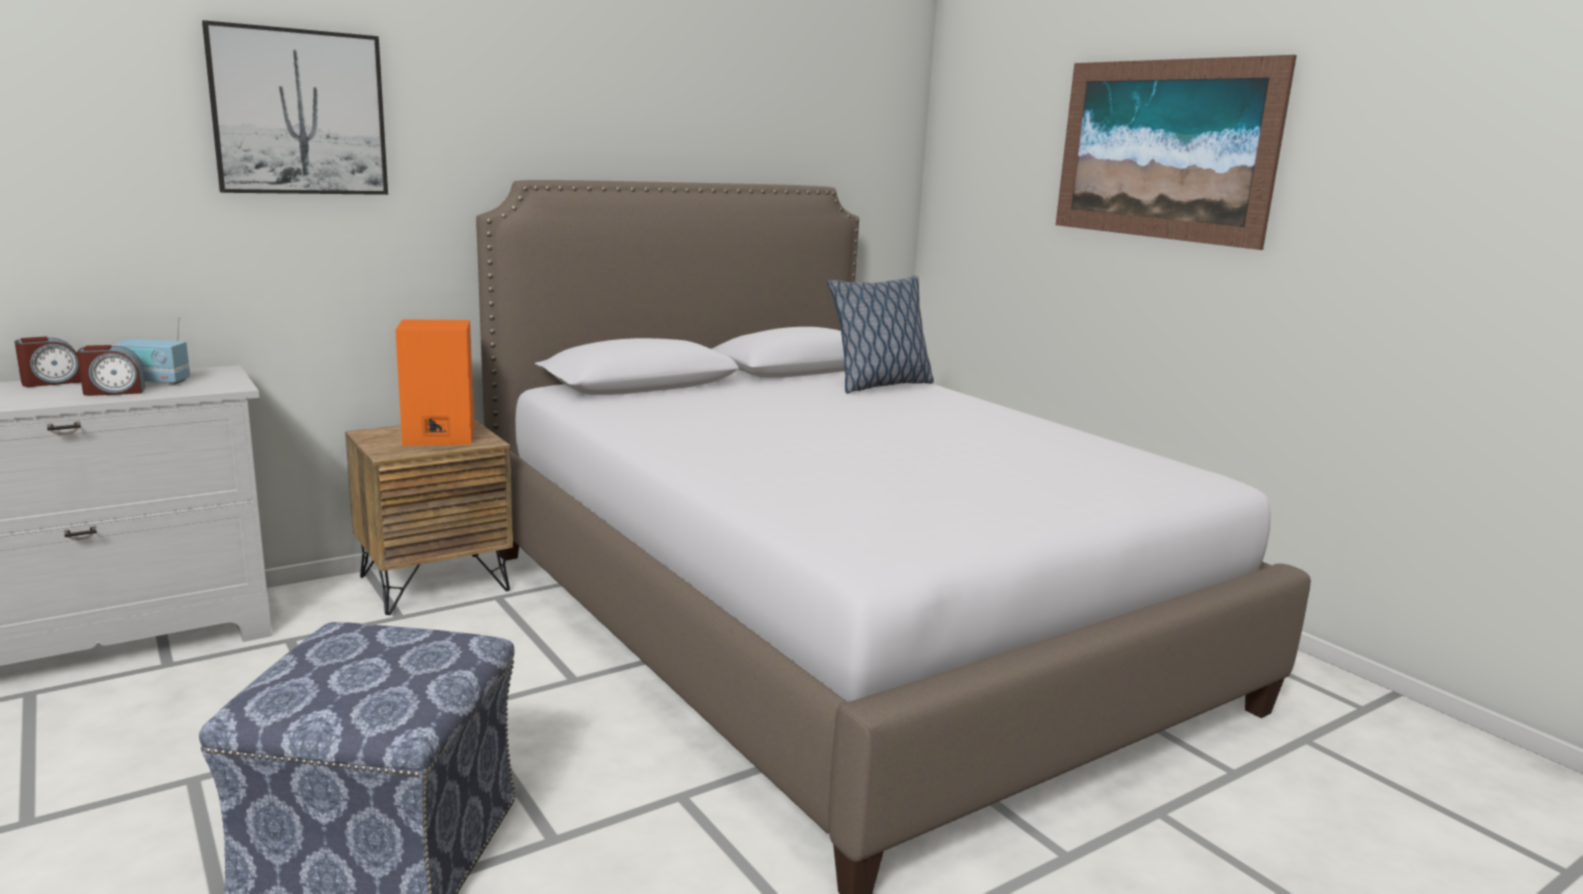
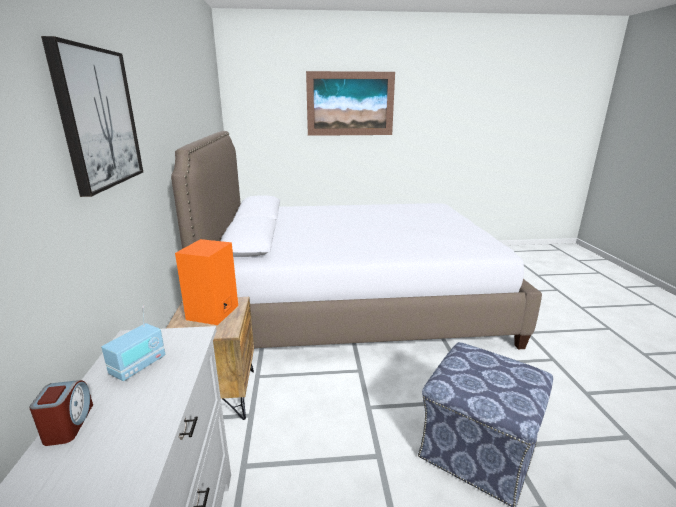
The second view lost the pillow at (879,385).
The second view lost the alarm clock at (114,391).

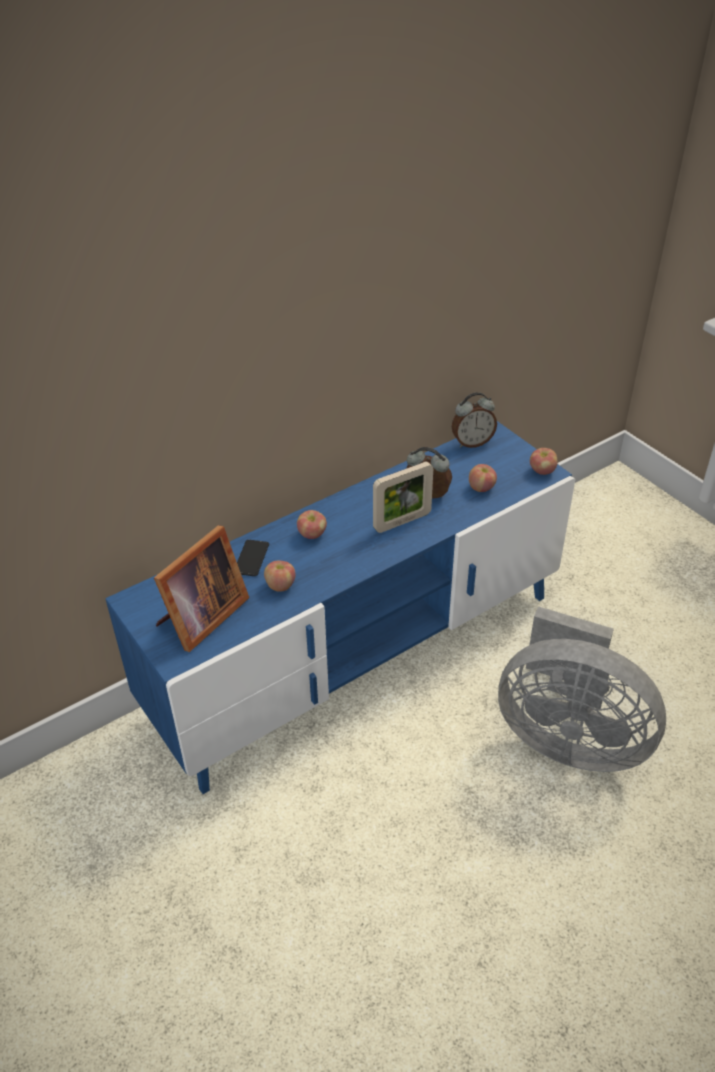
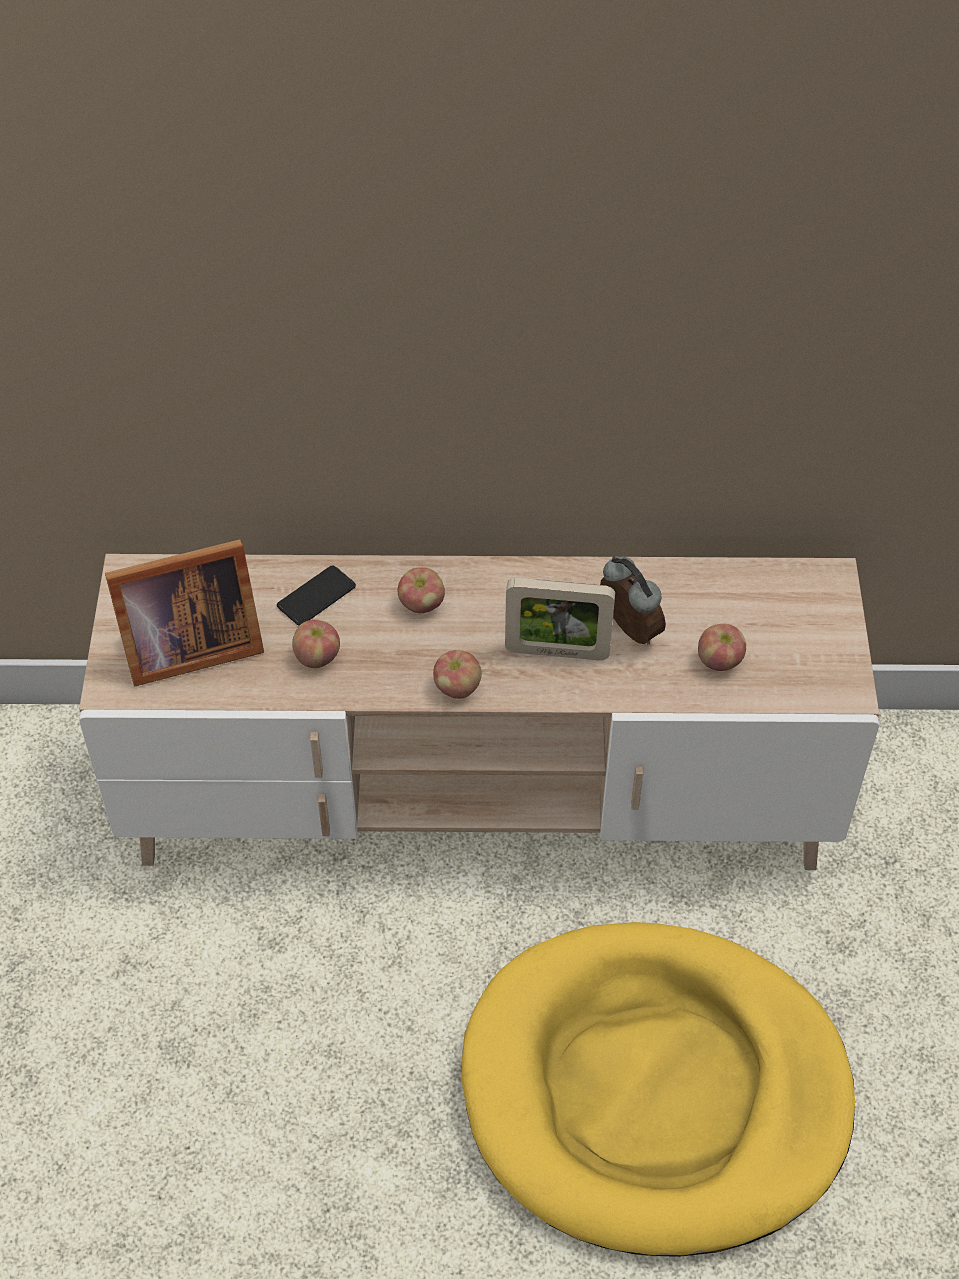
The second view lost the alarm clock at (472,442).
What was the blue-coloured tv stand at (358,655) turned into the sand-coloured tv stand at (479,797).
The apple ended up elsewhere, having gone from (542,471) to (457,688).
Where the gray fan stood at (568,737), the yellow-coloured dog cushion came to stand at (654,1092).

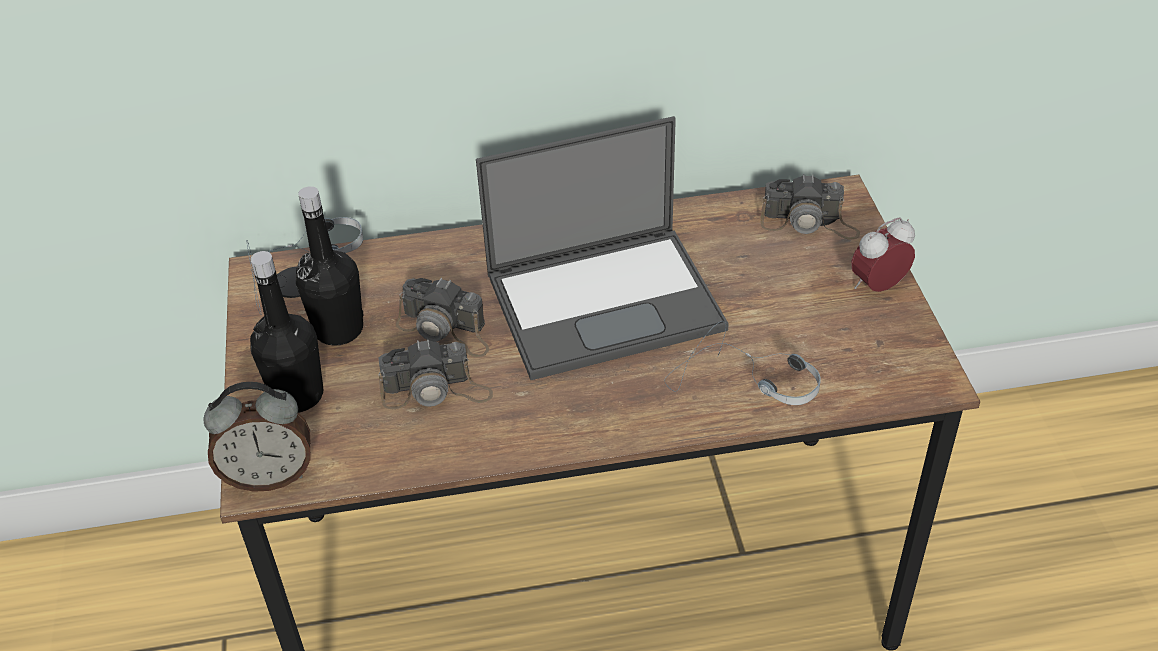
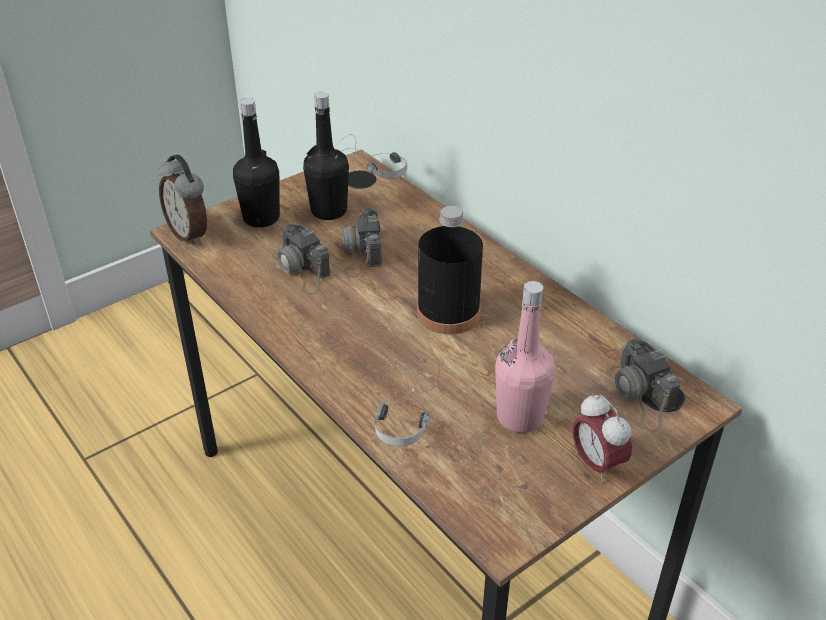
Where the laptop stood at (607,300), the black bottle came to stand at (448,313).
The alarm clock at (878,286) ended up facing another way, 150 degrees counterclockwise from before.
The second view gained the pink-coloured bottle at (520,417).

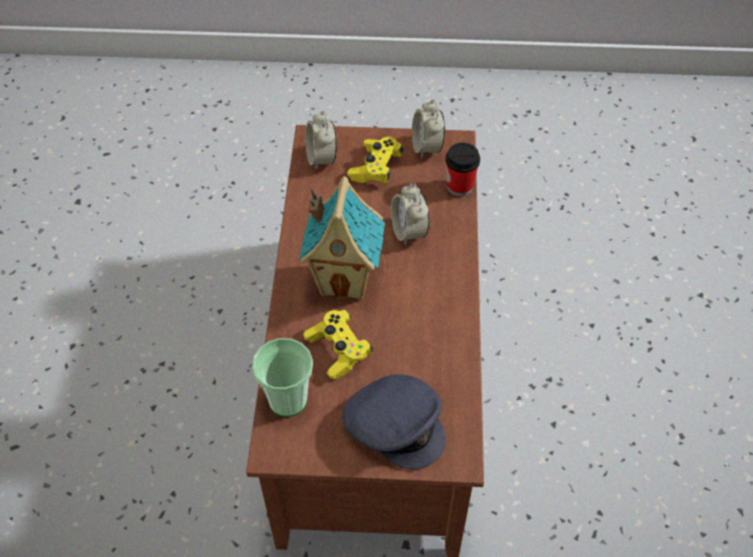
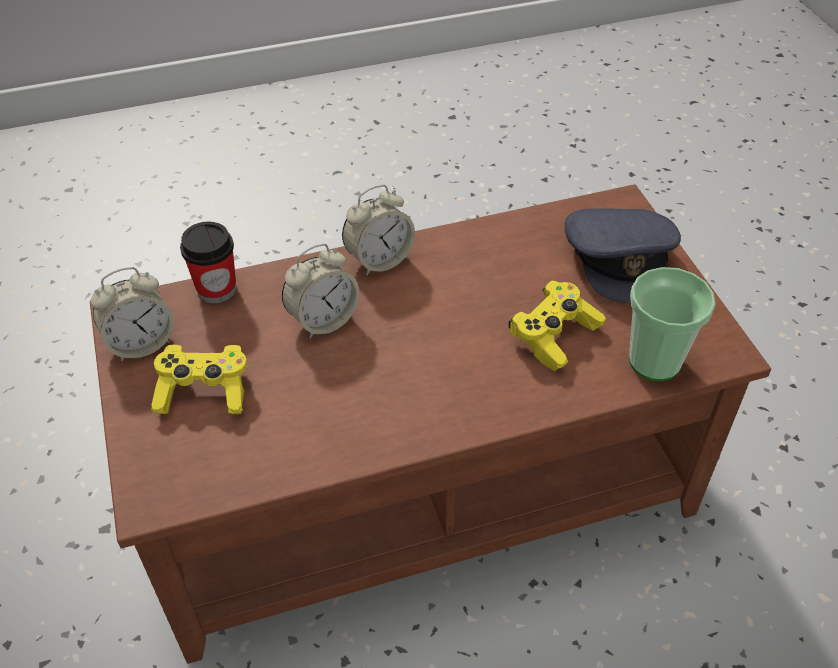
The alarm clock ended up elsewhere, having gone from (321,159) to (379,260).
The second view lost the toy house at (345,280).
The gray peaked cap at (395,425) ended up facing another way, 150 degrees clockwise from before.

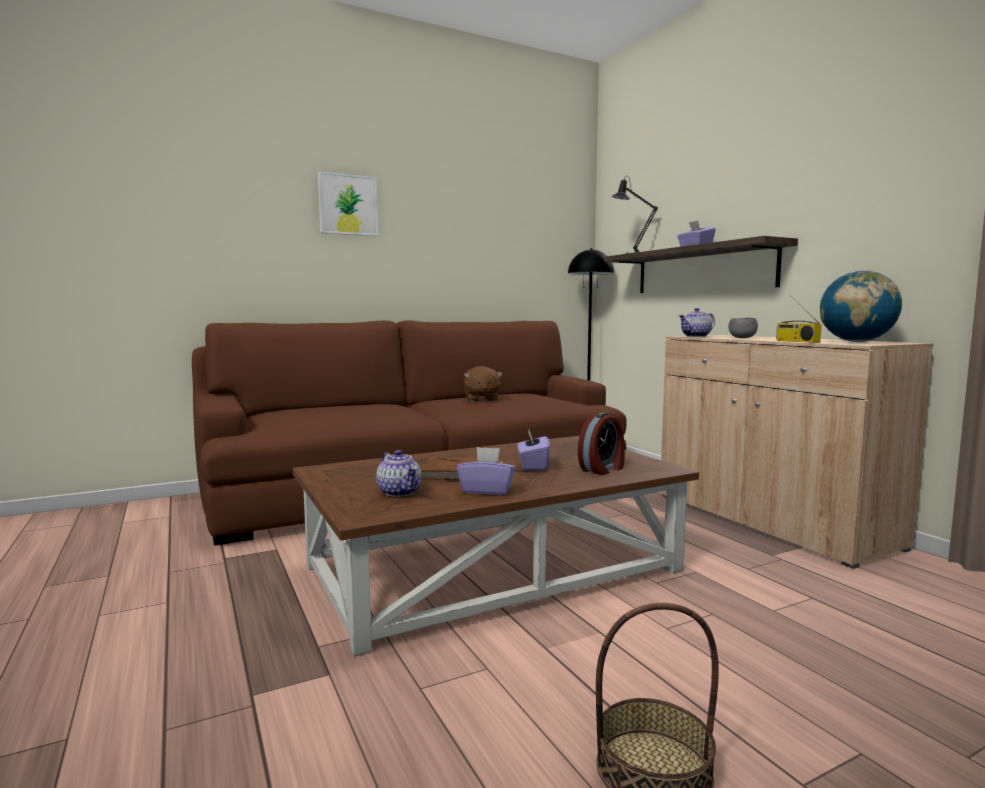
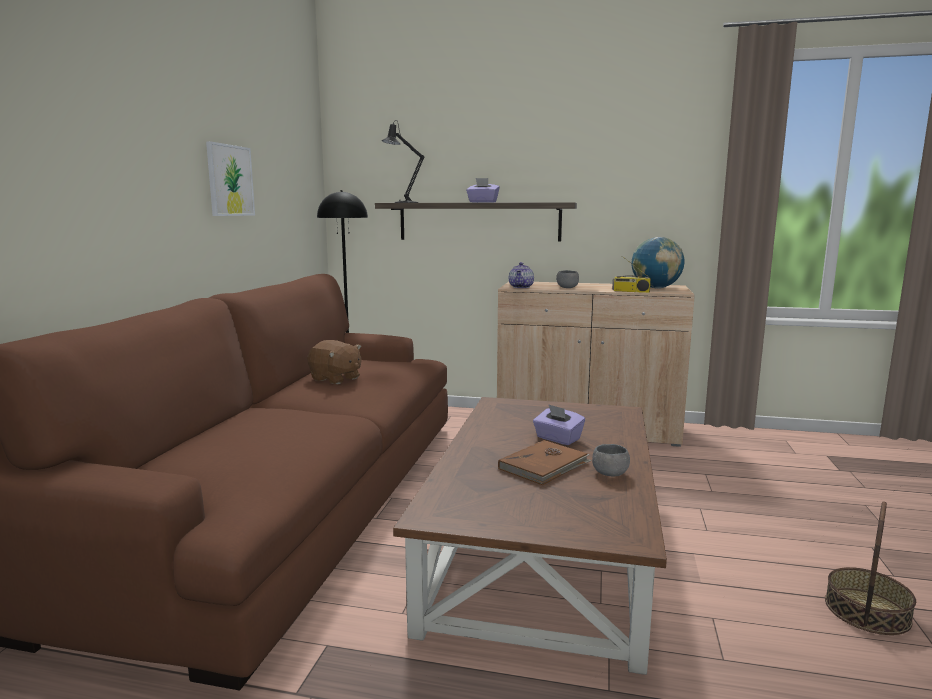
The picture ended up elsewhere, having gone from (348,205) to (230,180).
The second view lost the alarm clock at (603,469).
Where the purple-coloured tissue box stood at (487,490), the gray serving bowl came to stand at (610,473).
The second view lost the teapot at (400,492).

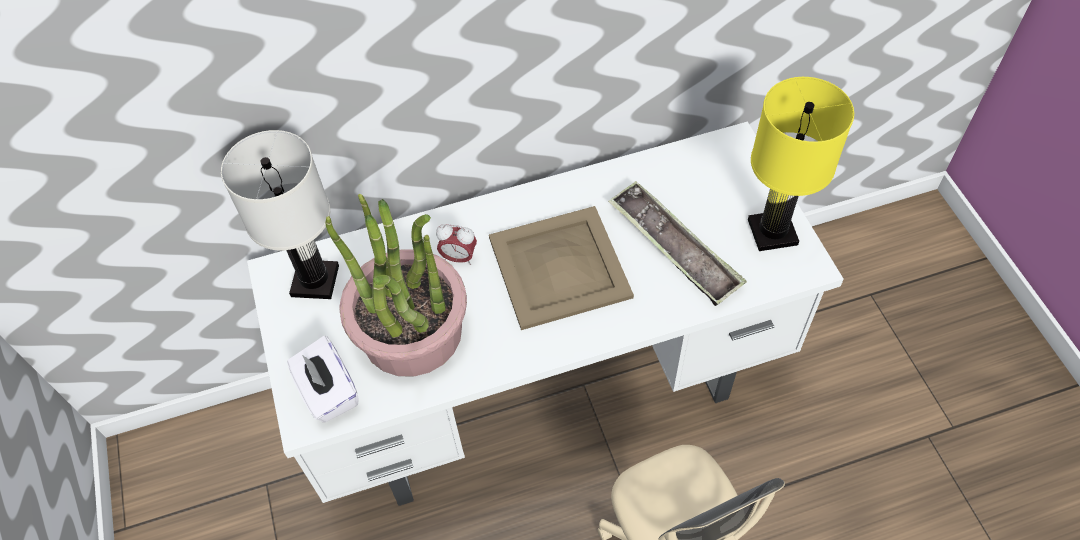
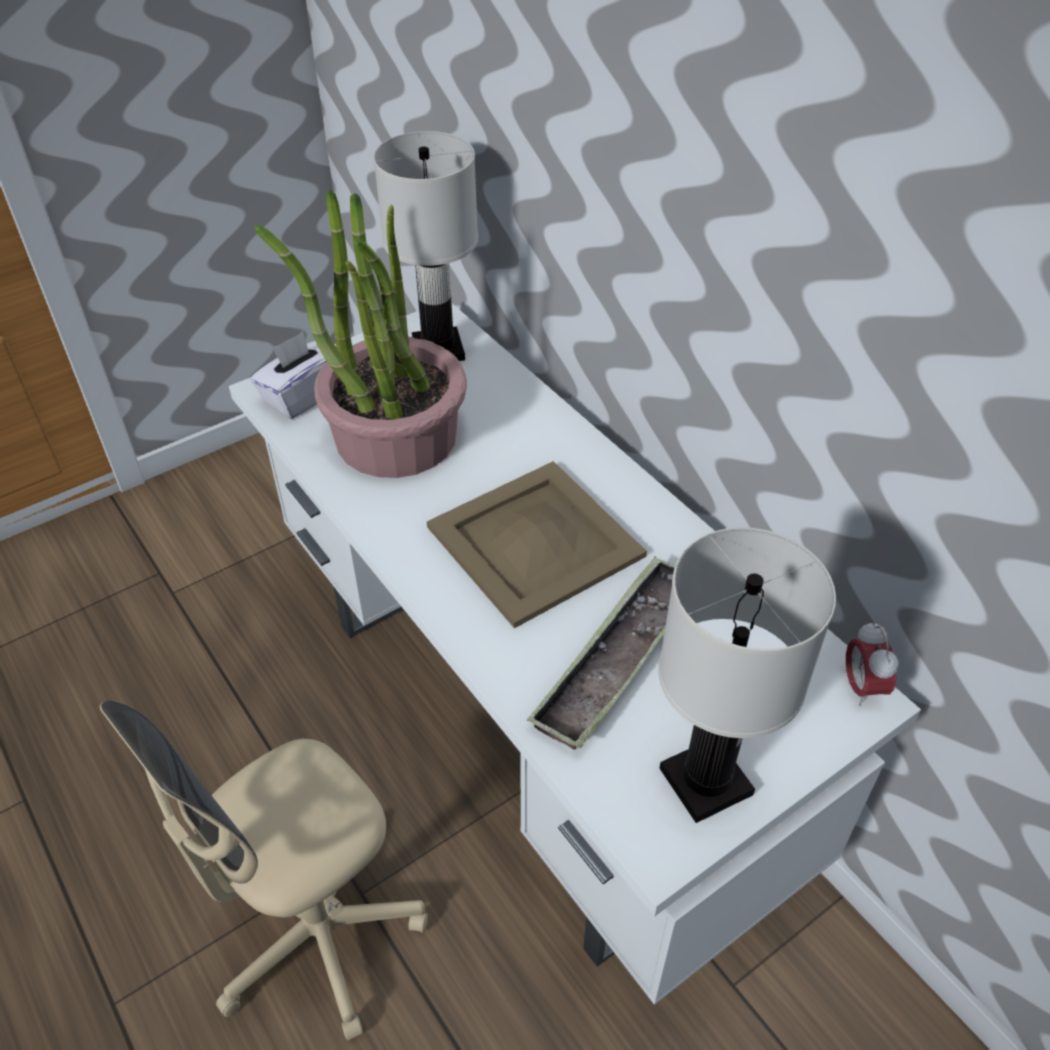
What was the yellow-coloured tabletop lamp at (773,232) turned into the white tabletop lamp at (705,783).
The alarm clock ended up elsewhere, having gone from (459,257) to (861,687).

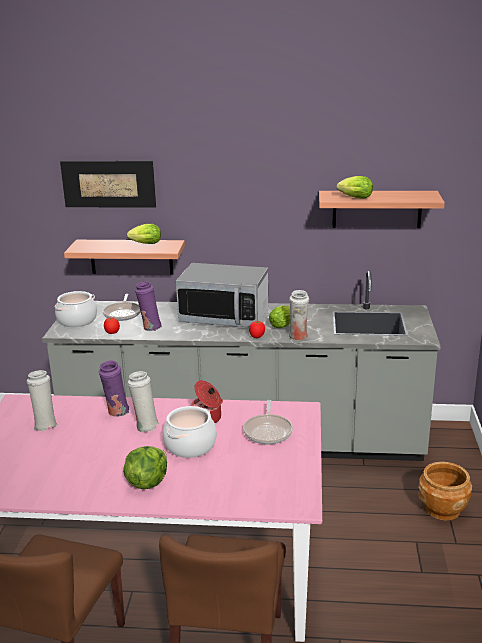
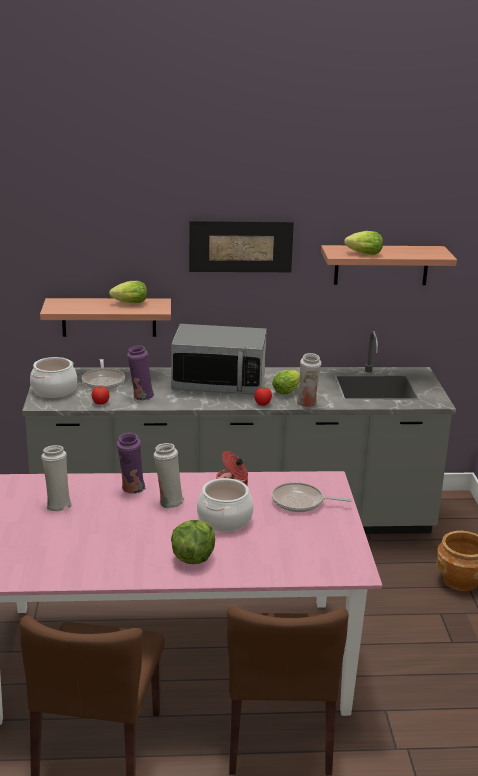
The picture ended up elsewhere, having gone from (108,184) to (240,246).
The pan at (268,431) ended up facing another way, 105 degrees clockwise from before.

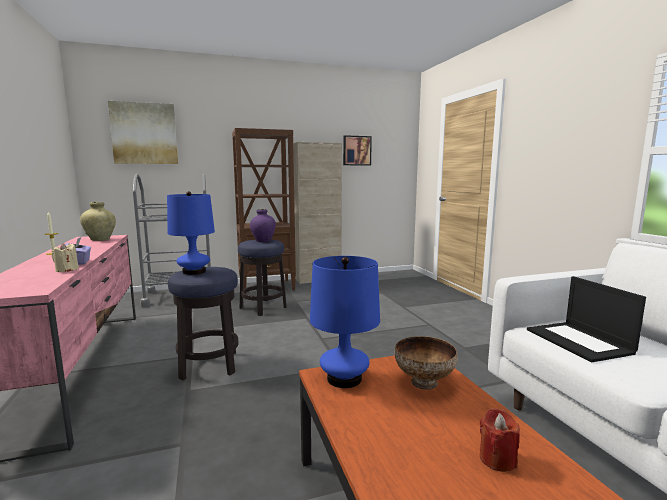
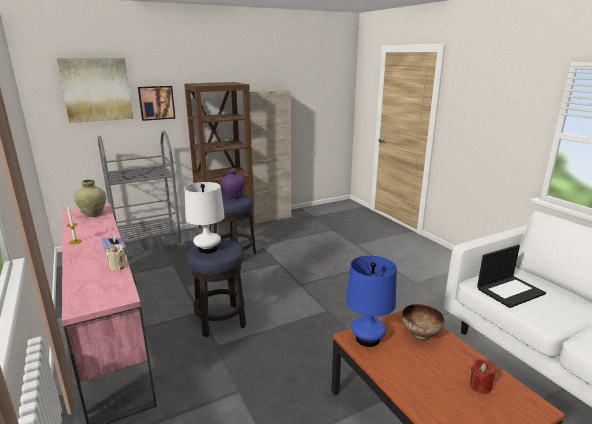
The picture ended up elsewhere, having gone from (356,150) to (156,102).
What was the blue-coloured tabletop lamp at (194,272) turned into the white tabletop lamp at (207,249).
The laptop at (579,341) ended up facing another way, 90 degrees counterclockwise from before.

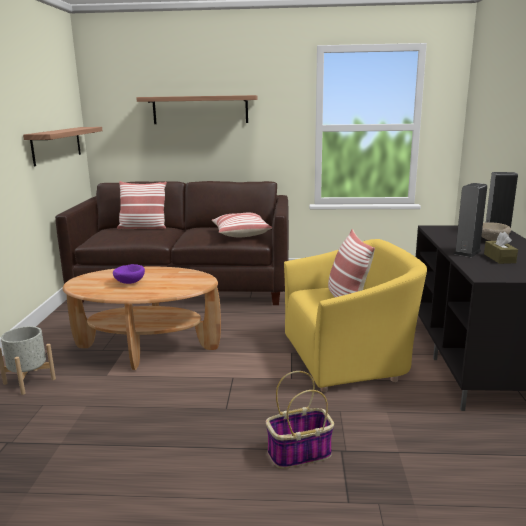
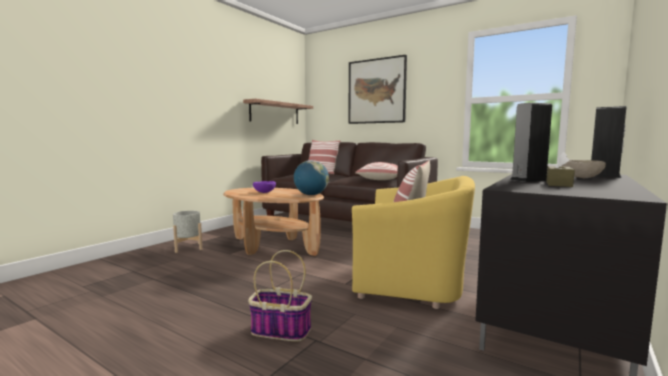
Where the bracket shelf hung at (200,110), the picture came to hang at (376,91).
The second view gained the world globe at (311,195).

